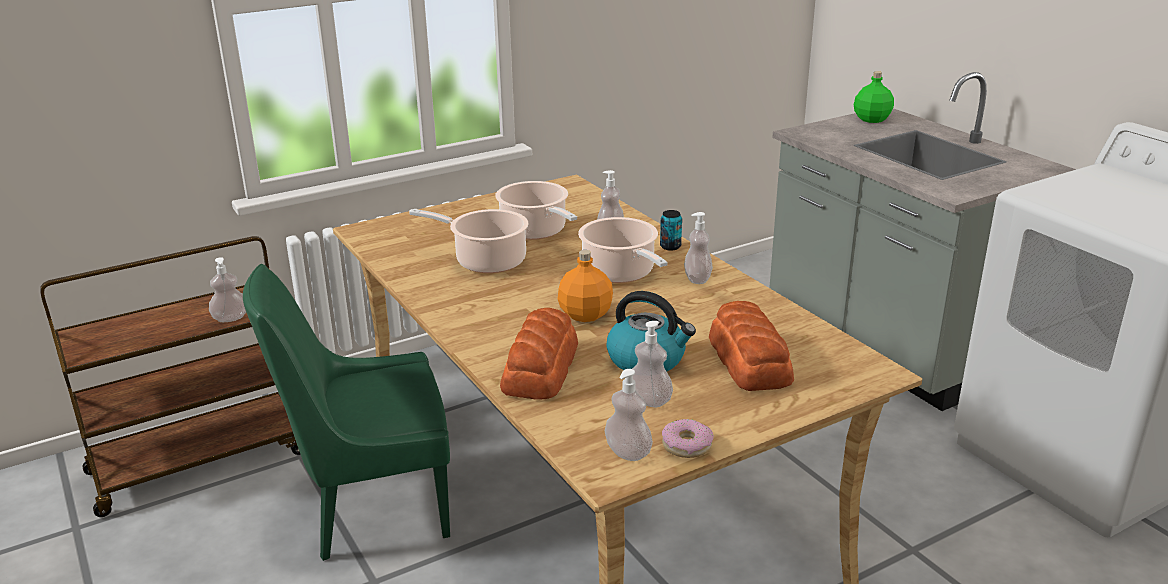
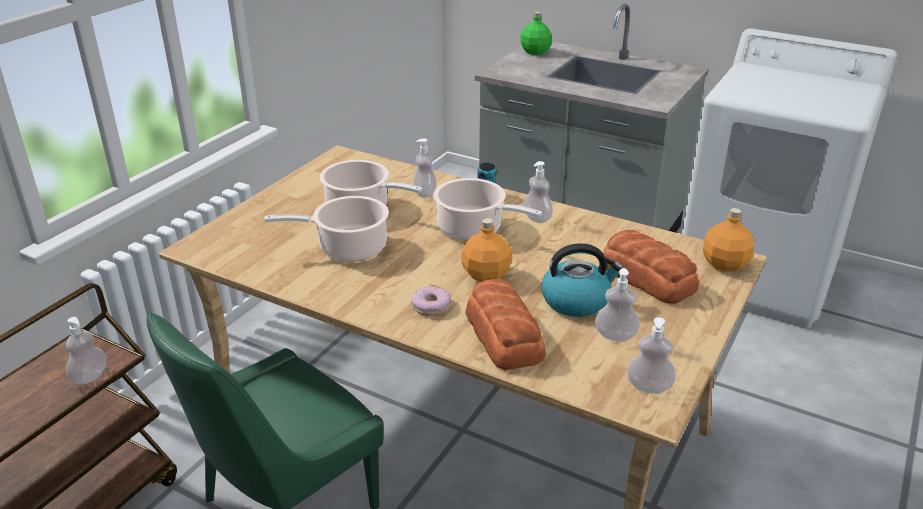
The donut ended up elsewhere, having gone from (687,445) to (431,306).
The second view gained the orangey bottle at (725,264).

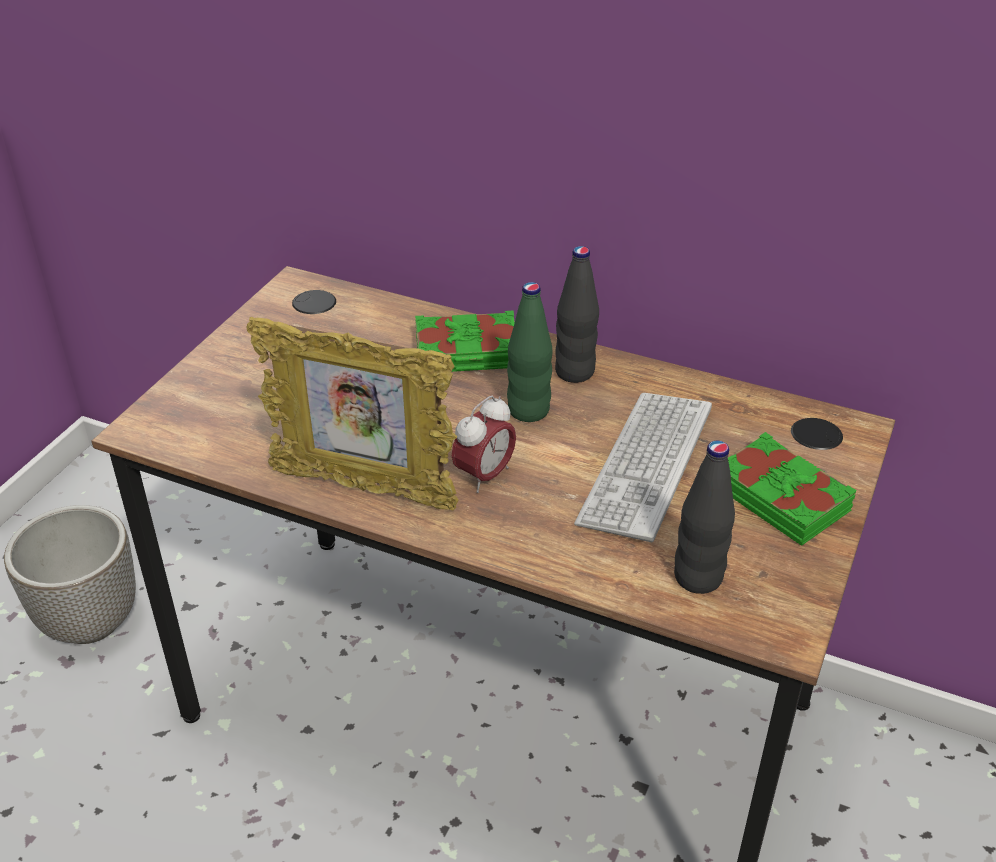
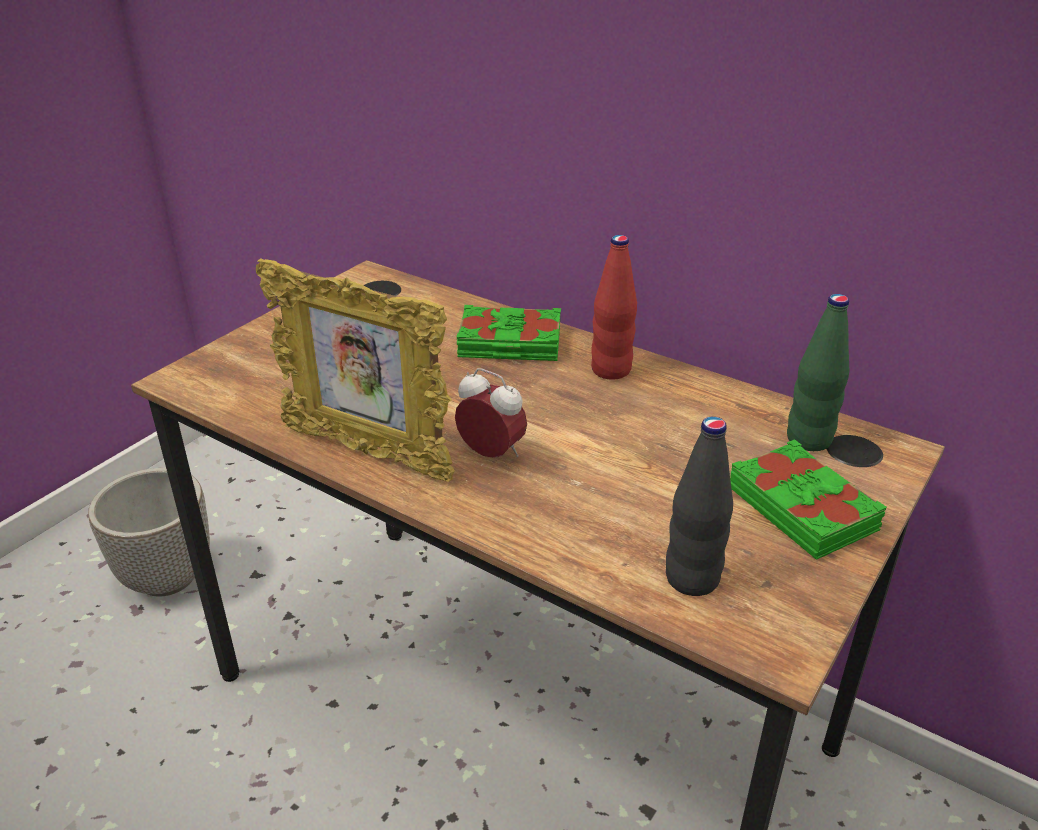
What was the black bottle at (574,372) turned into the red-coloured bottle at (611,370).
The green-coloured bottle ended up elsewhere, having gone from (528,411) to (809,440).
The second view lost the keyboard at (646,466).
The alarm clock at (484,476) ended up facing another way, 105 degrees counterclockwise from before.

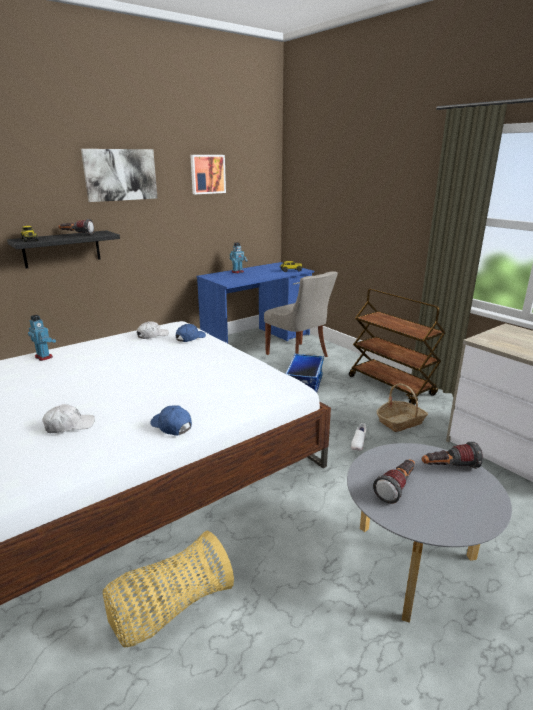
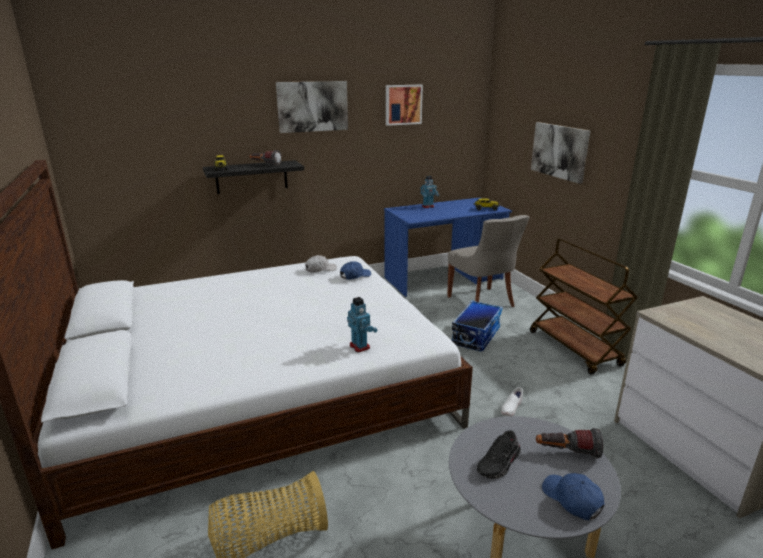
The model robot ended up elsewhere, having gone from (44,357) to (360,346).
The second view lost the storage basket at (400,422).
The second view lost the white peaked cap at (69,425).
The blue-coloured peaked cap ended up elsewhere, having gone from (171,426) to (572,499).
Where the torch stood at (397,488), the black item of footwear came to stand at (499,464).
The second view gained the picture at (559,151).

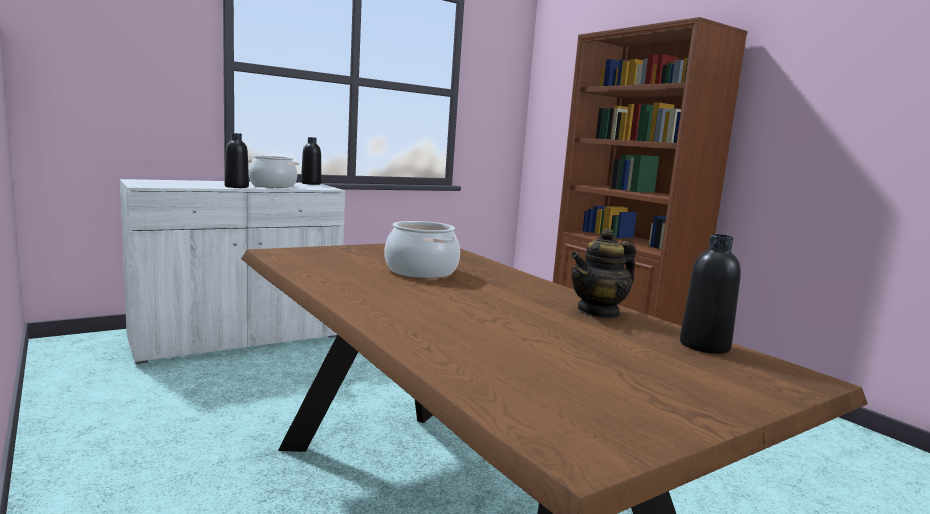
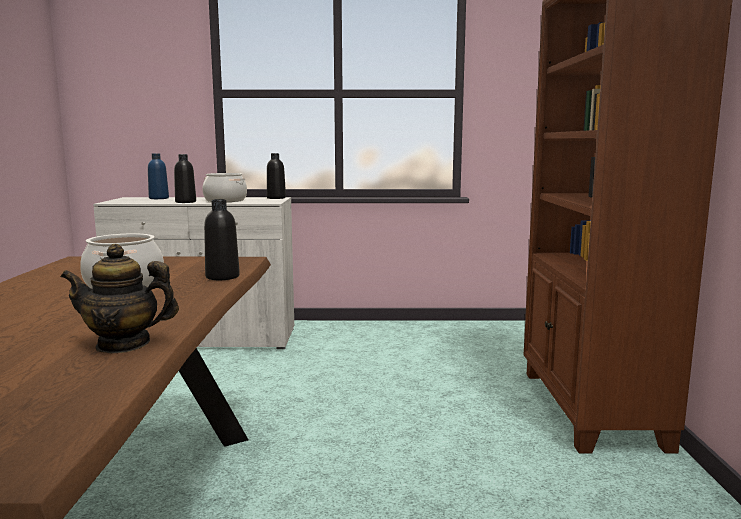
The black bottle ended up elsewhere, having gone from (704,346) to (222,277).
The second view gained the blue-coloured bottle at (159,198).

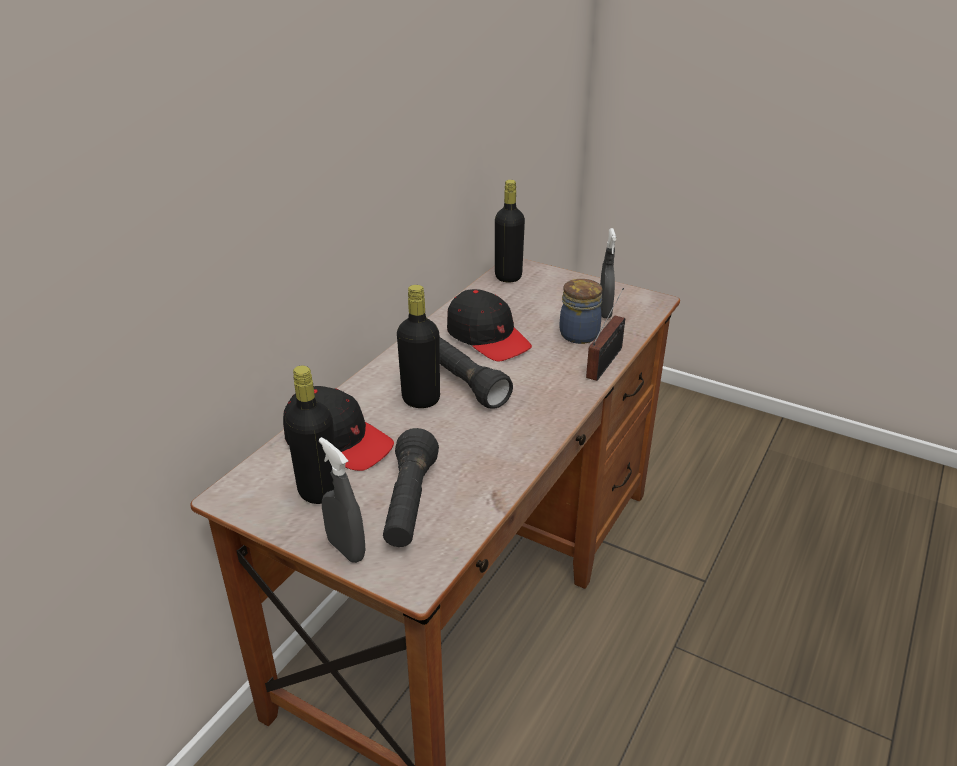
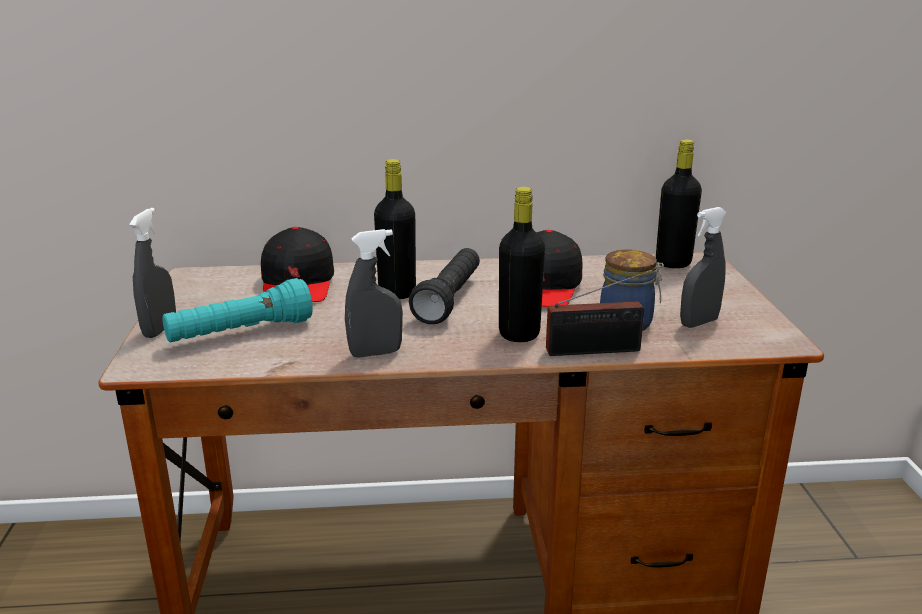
The black bottle ended up elsewhere, having gone from (319,491) to (519,334).
What was the black torch at (409,503) turned into the turquoise-coloured torch at (240,333).
The second view gained the gray spray bottle at (375,353).

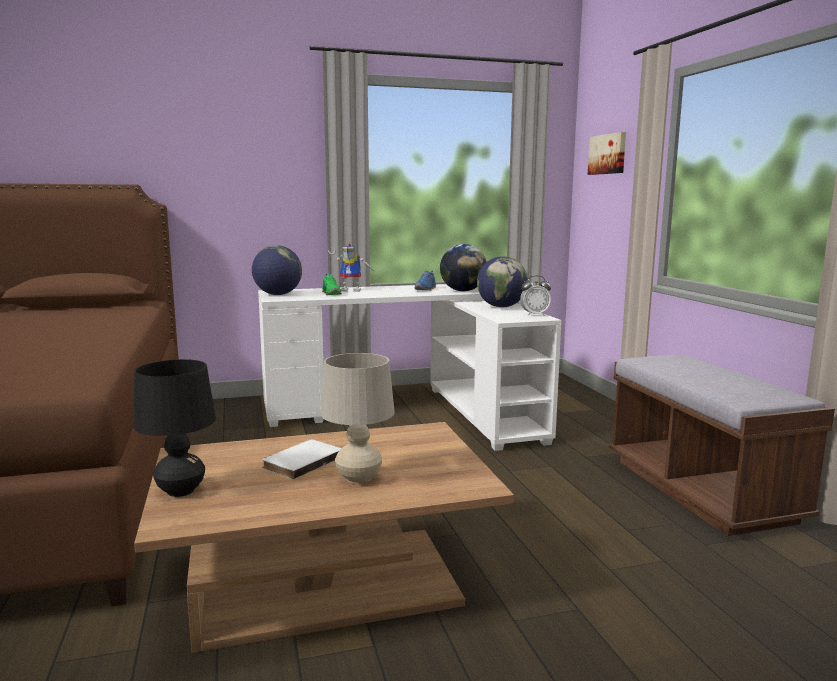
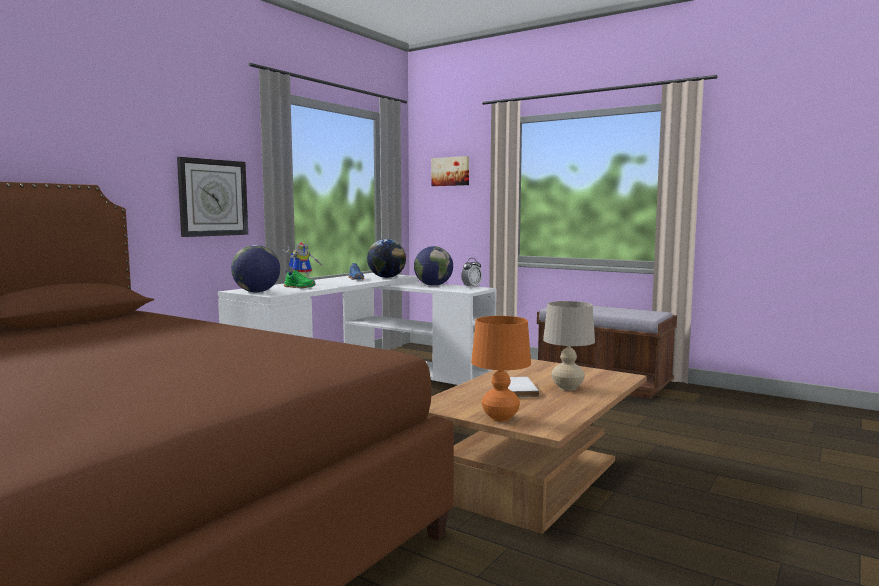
What was the black tabletop lamp at (181,490) turned into the orangey tabletop lamp at (500,418).
The second view gained the wall clock at (213,197).

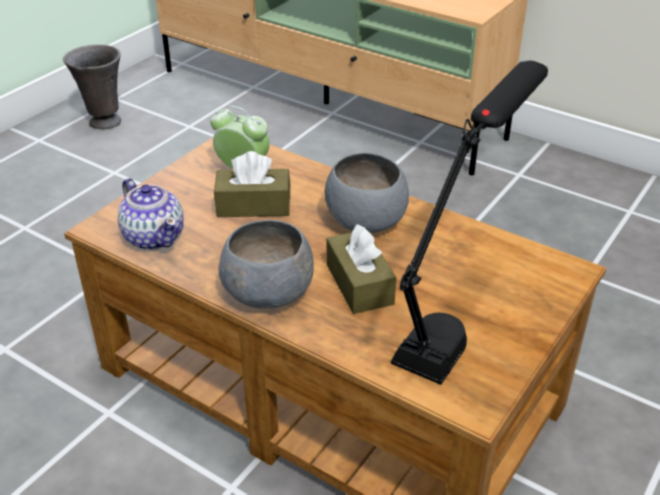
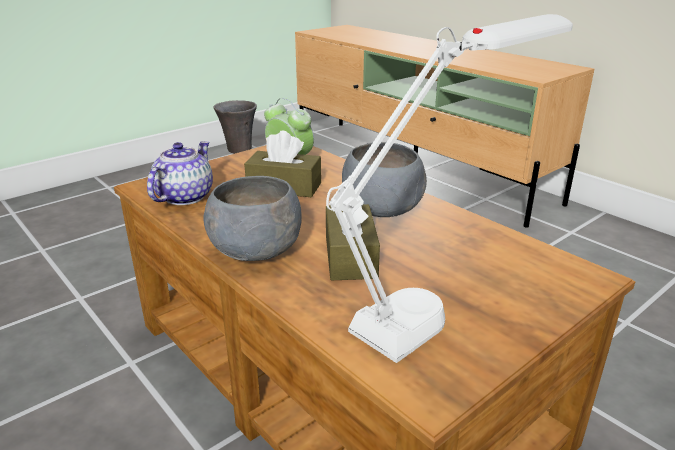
What was the black tabletop lamp at (456,317) turned into the white tabletop lamp at (442,299).
The teapot at (154,236) ended up facing another way, 135 degrees counterclockwise from before.

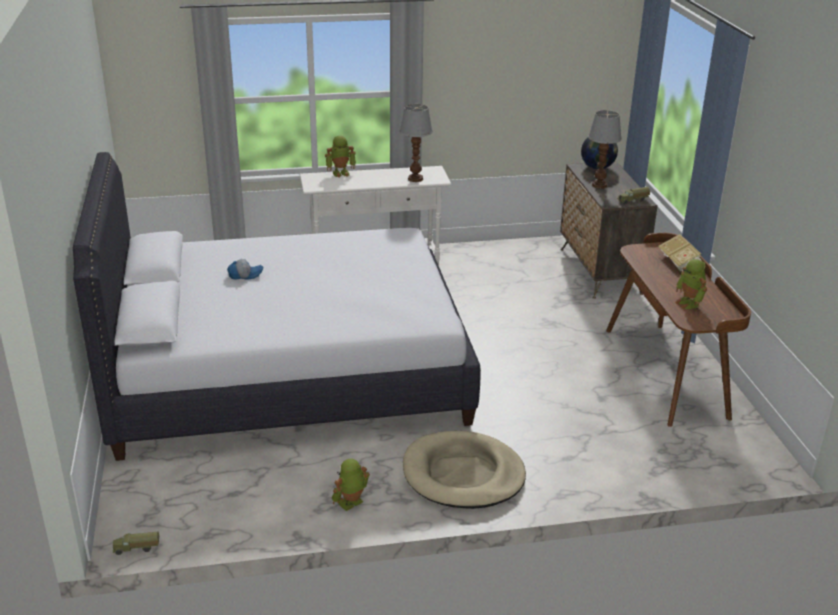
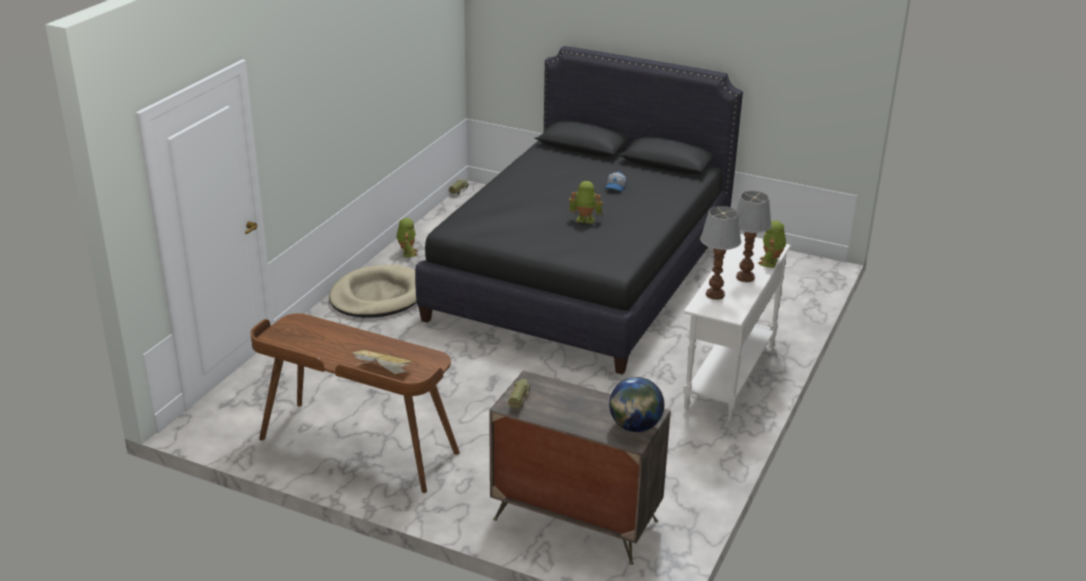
The tabletop lamp ended up elsewhere, having gone from (599,185) to (745,277).
What was the white bedroom bed at (288,373) turned into the black bedroom bed at (580,276).
The model robot ended up elsewhere, having gone from (689,303) to (584,220).

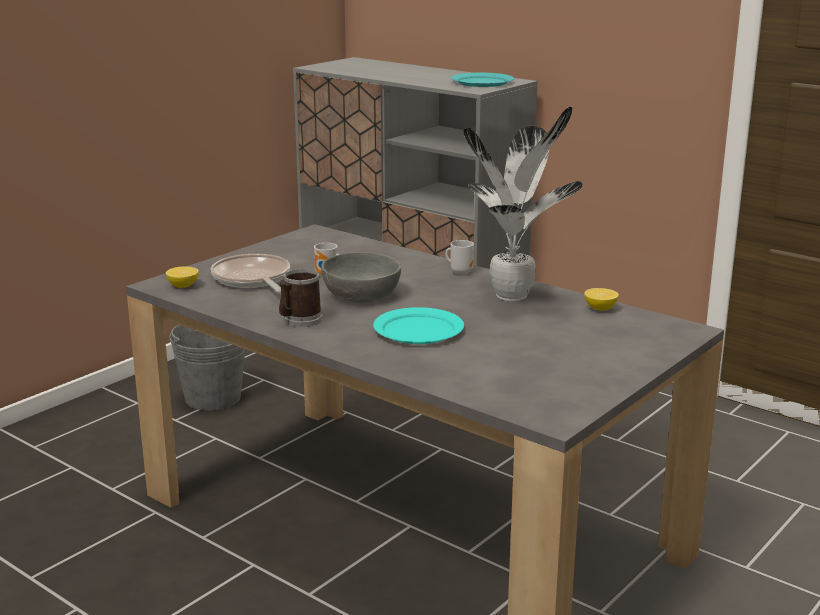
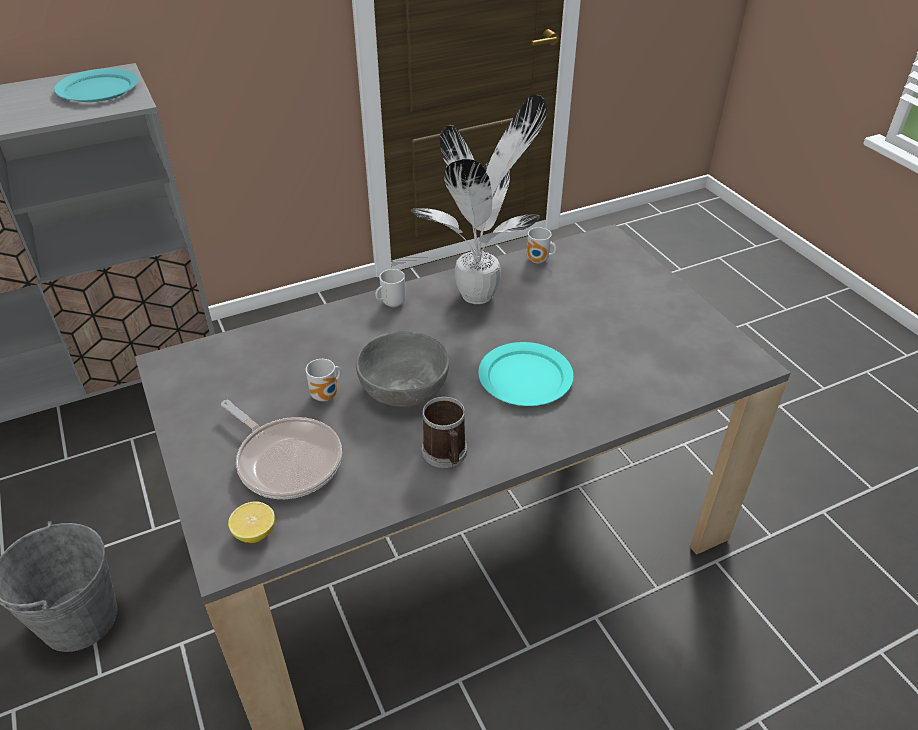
The pan at (252,279) ended up facing another way, 135 degrees counterclockwise from before.
Where the whole lemon stood at (600,308), the coffee mug came to stand at (538,261).

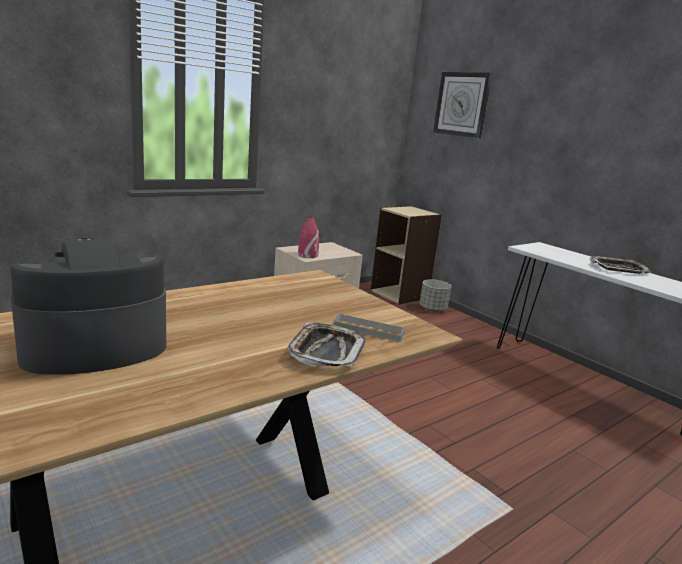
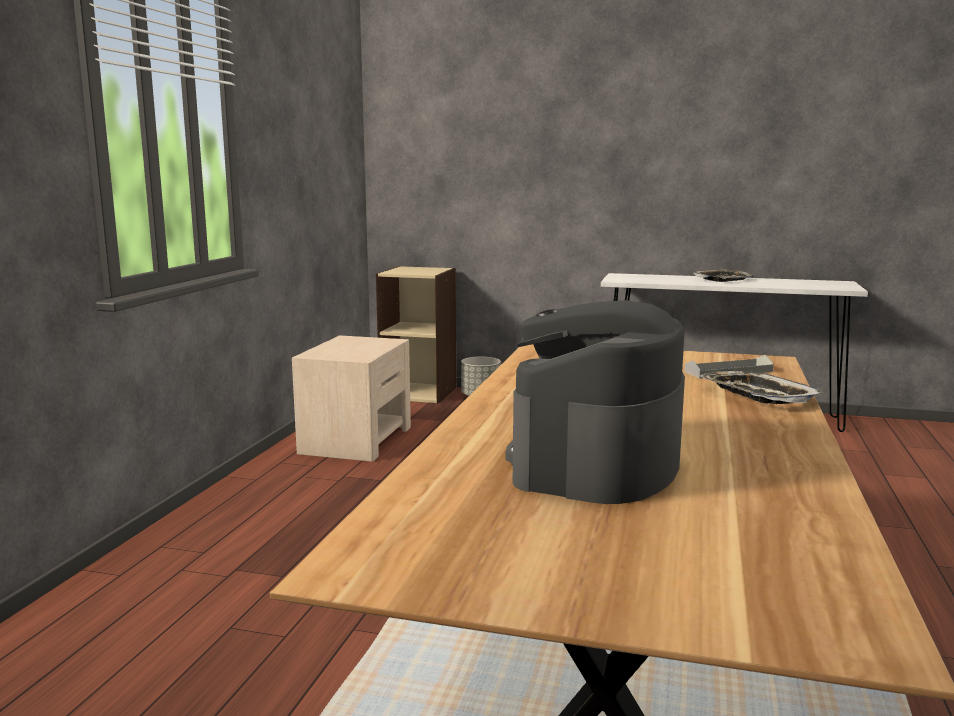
The second view lost the wall clock at (462,104).
The second view lost the red-coloured vase at (307,255).

